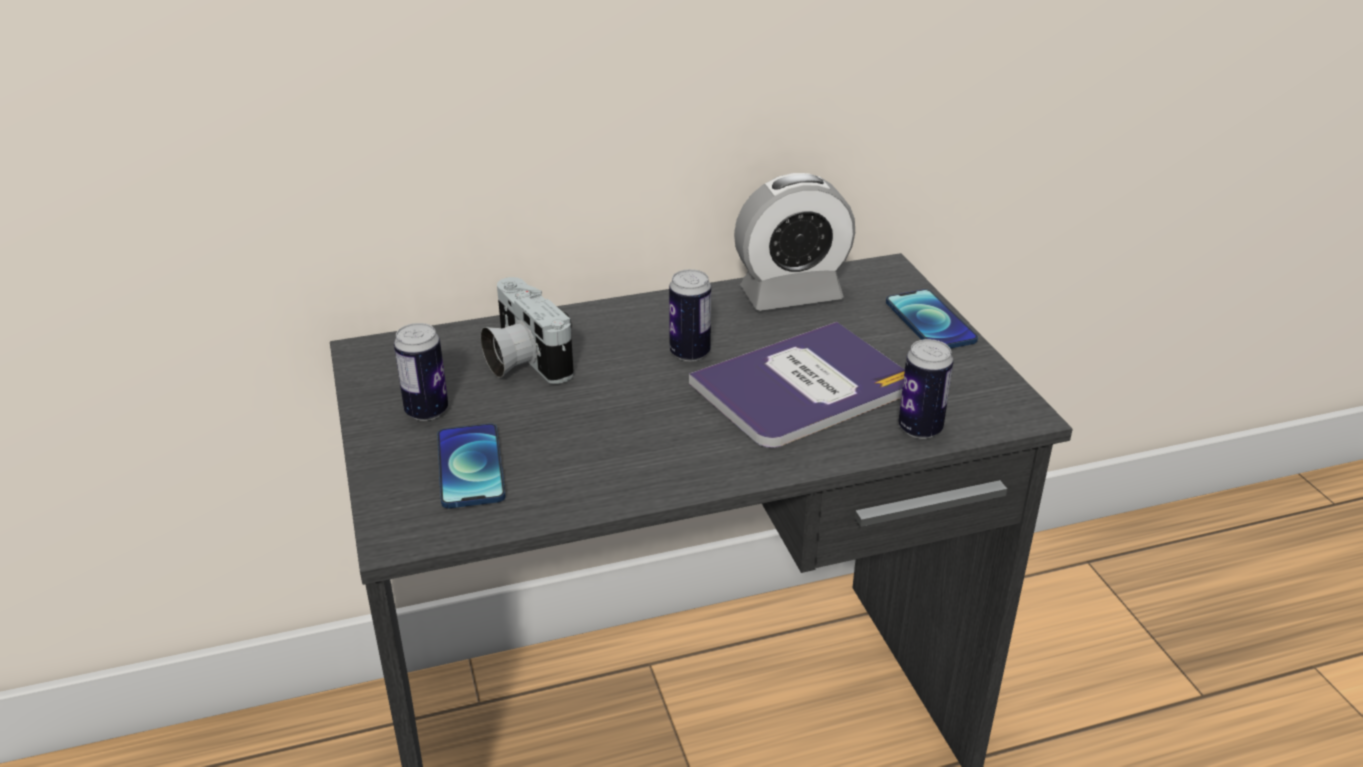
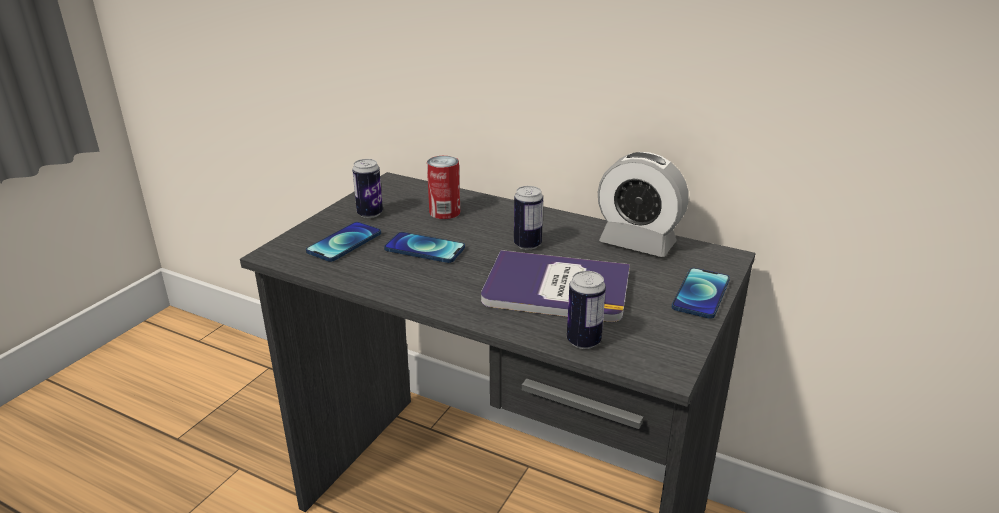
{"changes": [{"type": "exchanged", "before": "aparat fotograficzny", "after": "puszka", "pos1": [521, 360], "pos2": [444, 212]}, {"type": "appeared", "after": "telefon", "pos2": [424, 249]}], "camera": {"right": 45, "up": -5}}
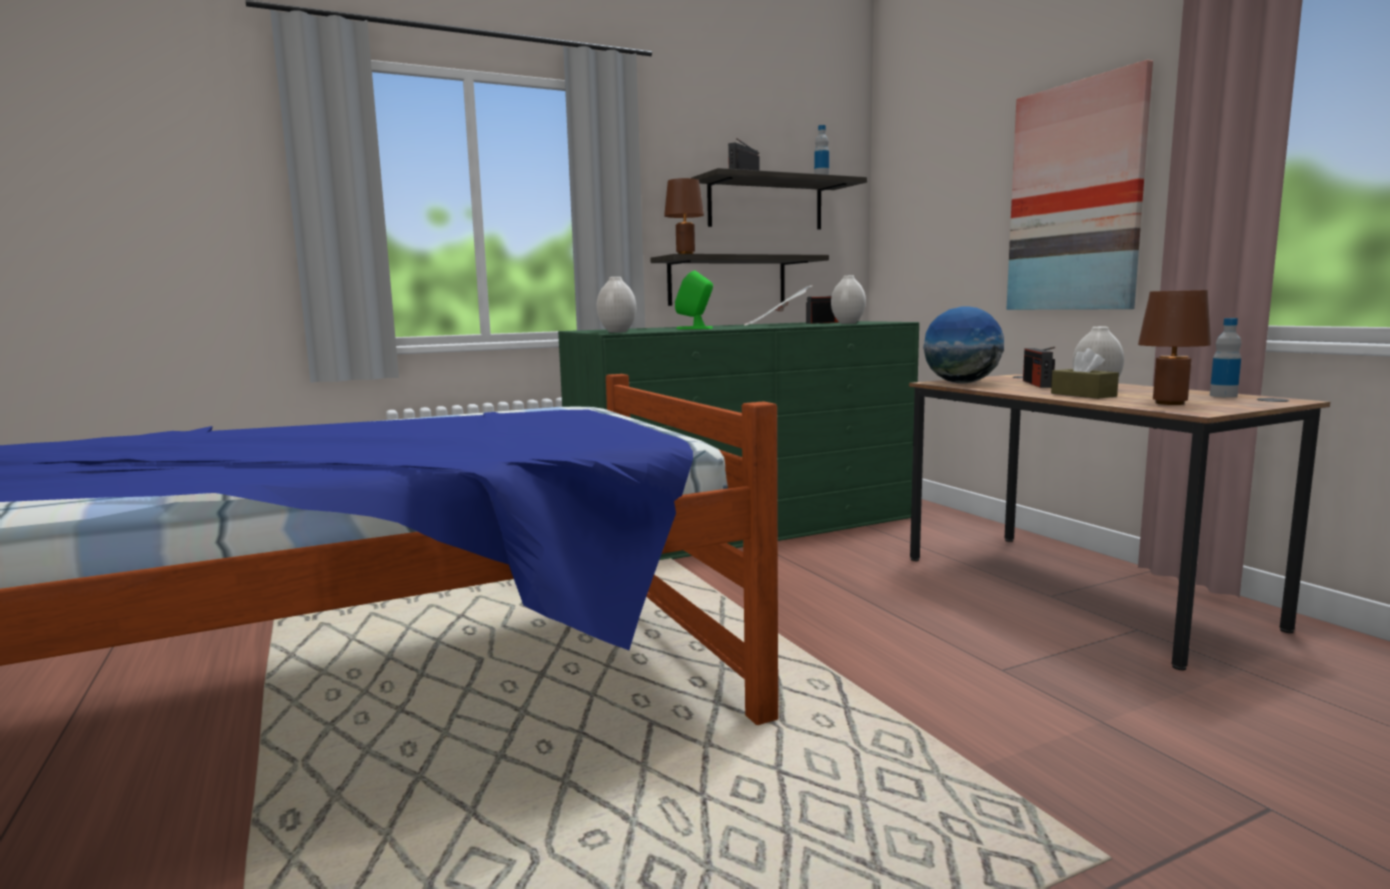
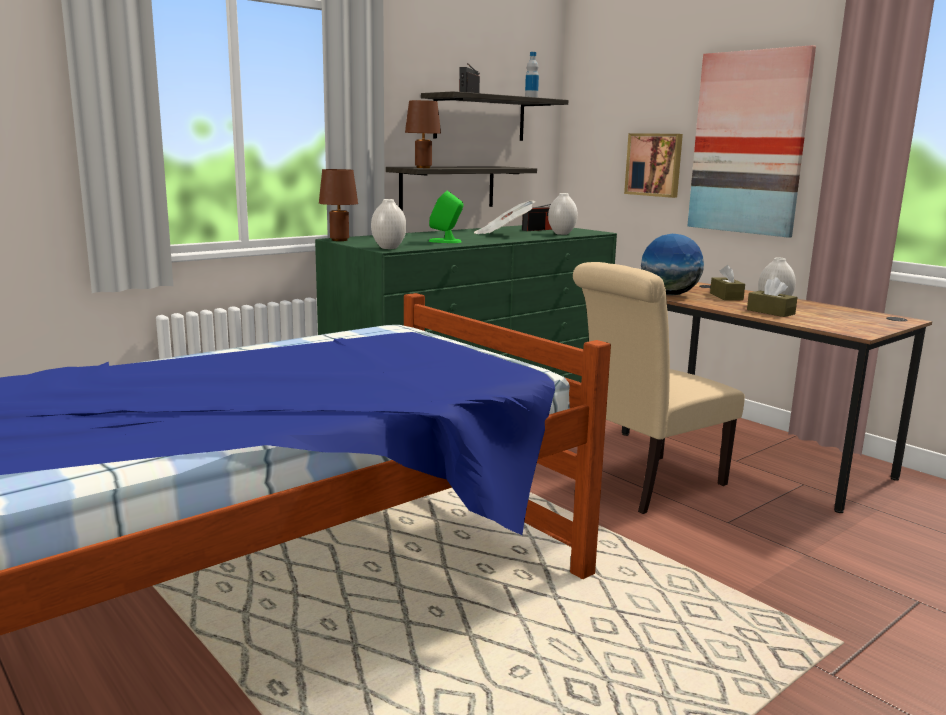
{"changes": [{"type": "relocated", "before": "lampa stołowa/brązowy", "pos1": [1169, 403], "pos2": [339, 240]}, {"type": "missing", "before": "butelka", "pos1": [1223, 396]}, {"type": "exchanged", "before": "radio", "after": "pudełko chusteczek/brązowy", "pos1": [1037, 384], "pos2": [726, 296]}, {"type": "appeared", "after": "obraz", "pos2": [654, 164]}, {"type": "appeared", "after": "krzesło/beżowy", "pos2": [645, 485]}], "camera": {"right": -15, "up": 5}}
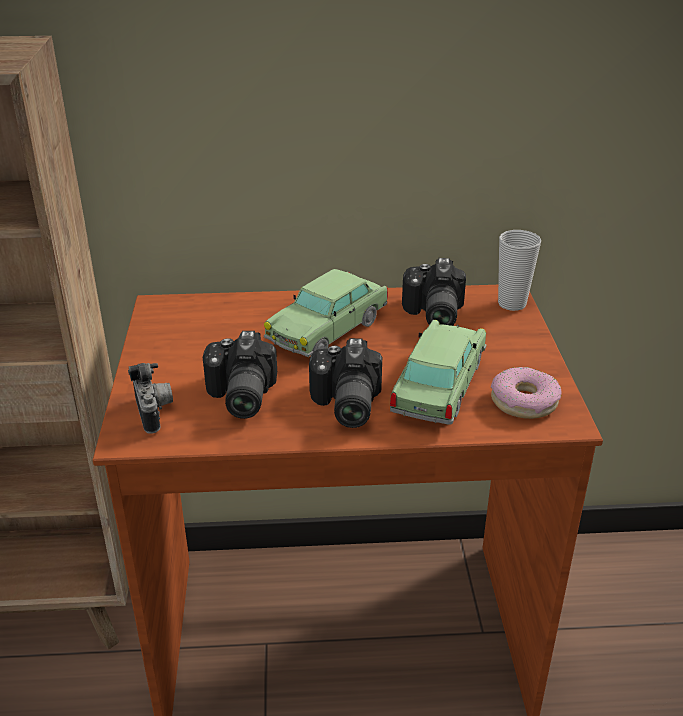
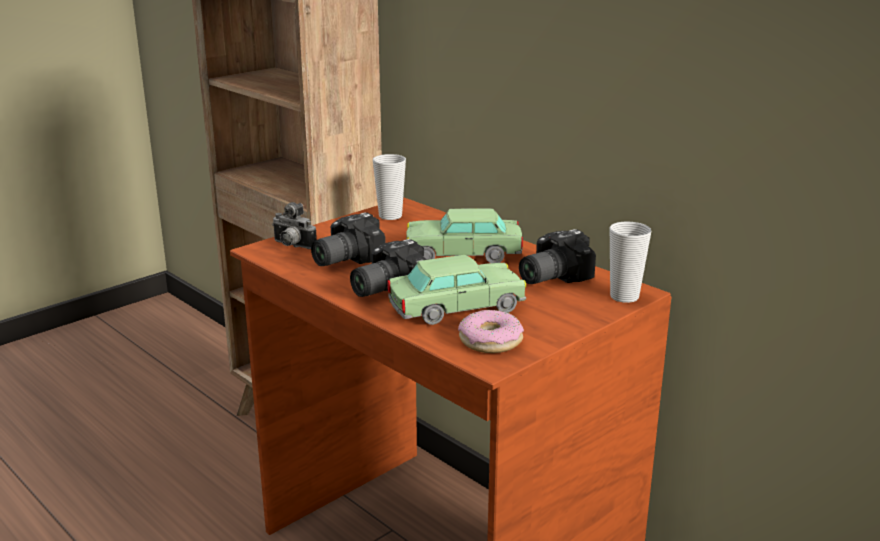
{"changes": [{"type": "spun", "before": "aparat fotograficzny", "pos1": [155, 413], "pos2": [292, 246], "turn": 90}, {"type": "appeared", "after": "filiżanka", "pos2": [390, 216]}], "camera": {"right": 50, "up": -10}}
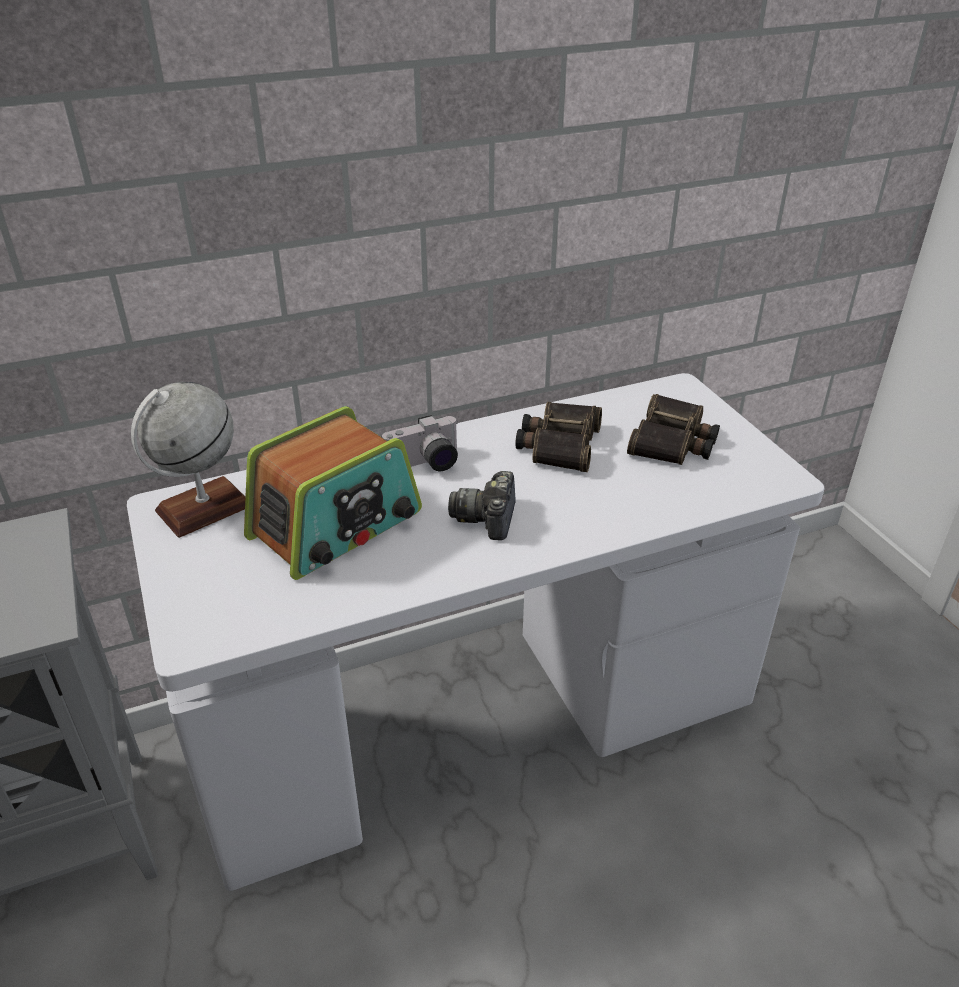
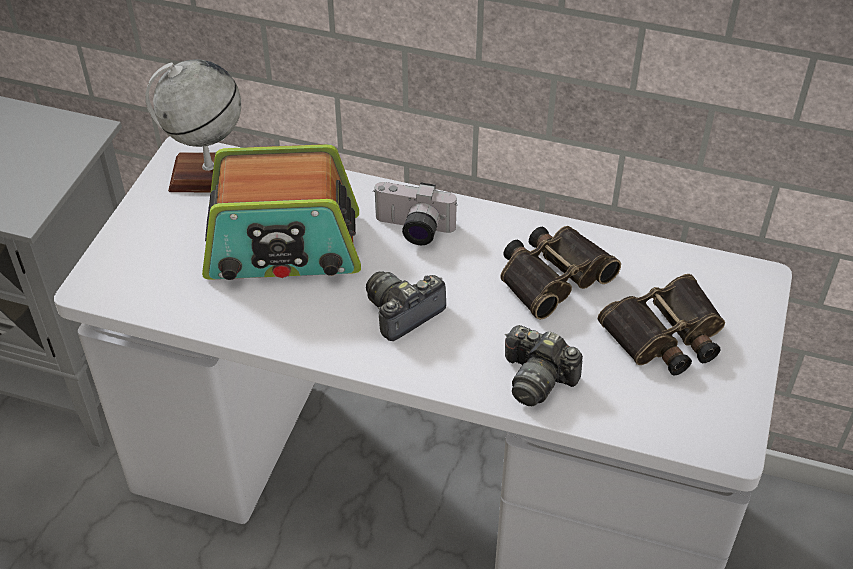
{"changes": [{"type": "appeared", "after": "aparat fotograficzny", "pos2": [537, 378]}], "camera": {"right": 40, "up": 10}}
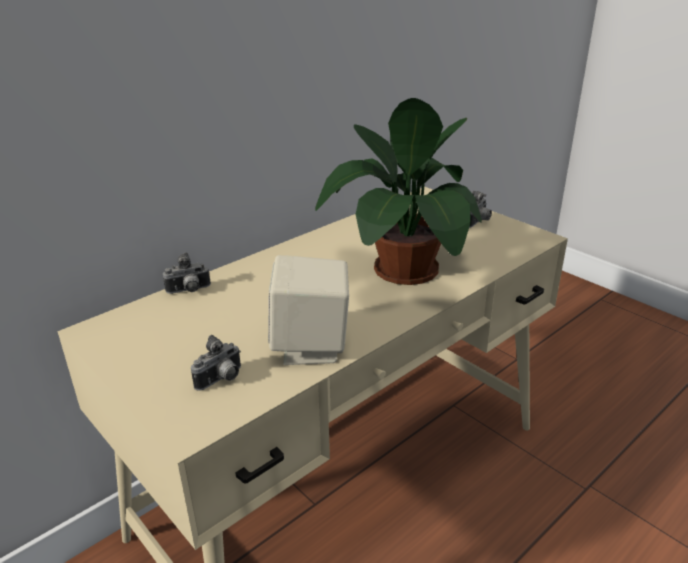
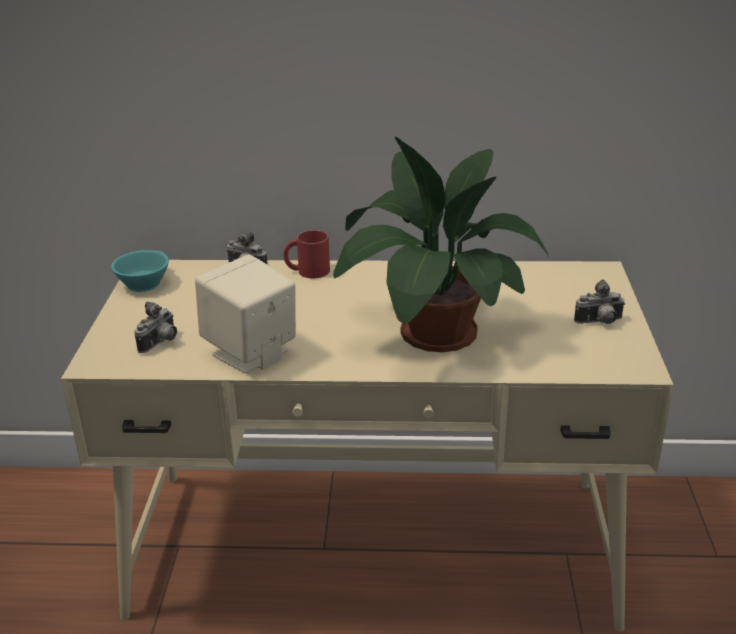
{"changes": [{"type": "spun", "before": "aparat fotograficzny", "pos1": [221, 380], "pos2": [160, 343], "turn": -60}, {"type": "appeared", "after": "kubek/czerwony", "pos2": [307, 271]}, {"type": "appeared", "after": "filiżanka/turkusowy", "pos2": [143, 283]}], "camera": {"right": 45, "up": 0}}
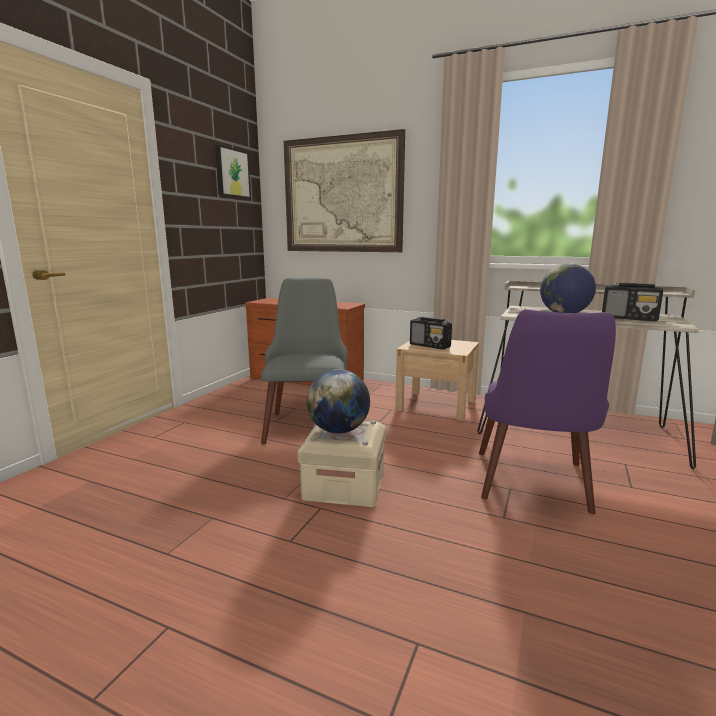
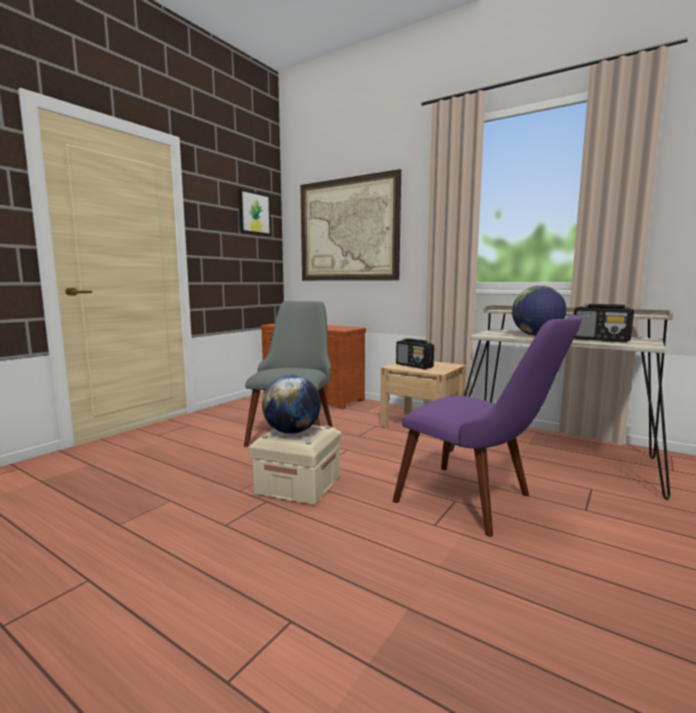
{"changes": [{"type": "spun", "before": "krzesło/fioletowy", "pos1": [534, 488], "pos2": [479, 502], "turn": -75}], "camera": {"right": 10, "up": -5}}
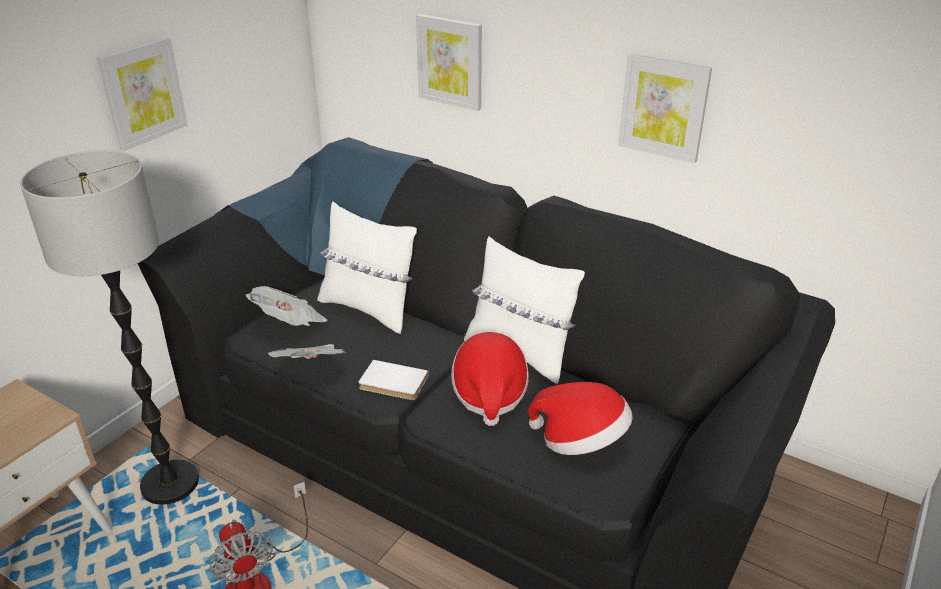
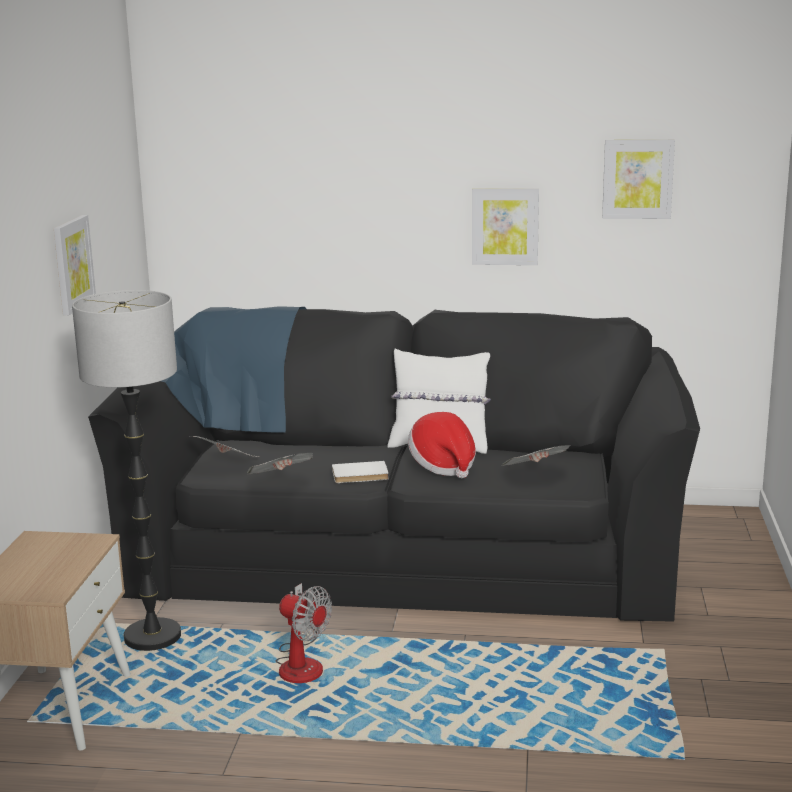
{"changes": [{"type": "relocated", "before": "obraz", "pos1": [450, 61], "pos2": [637, 179]}, {"type": "missing", "before": "poduszka/biały", "pos1": [369, 309]}, {"type": "exchanged", "before": "kapelusz", "after": "gazeta", "pos1": [580, 441], "pos2": [534, 473]}], "camera": {"right": -25, "up": -15}}
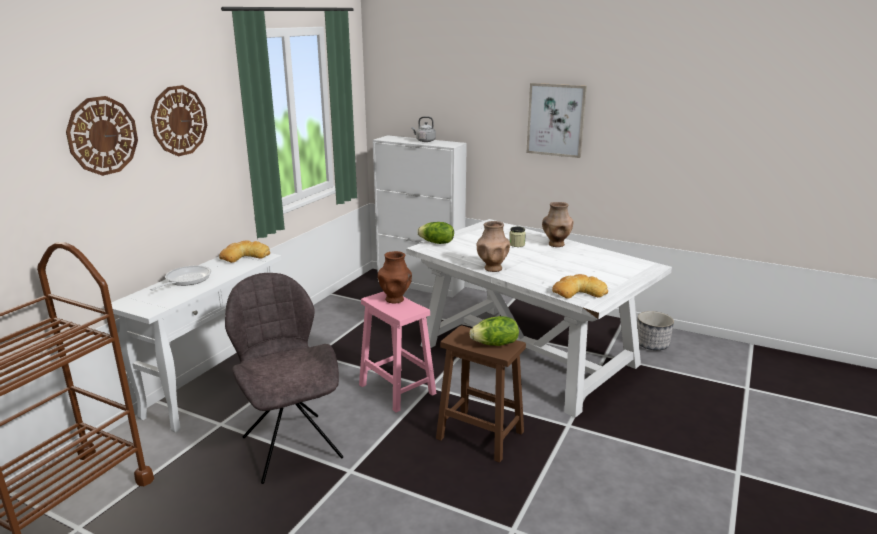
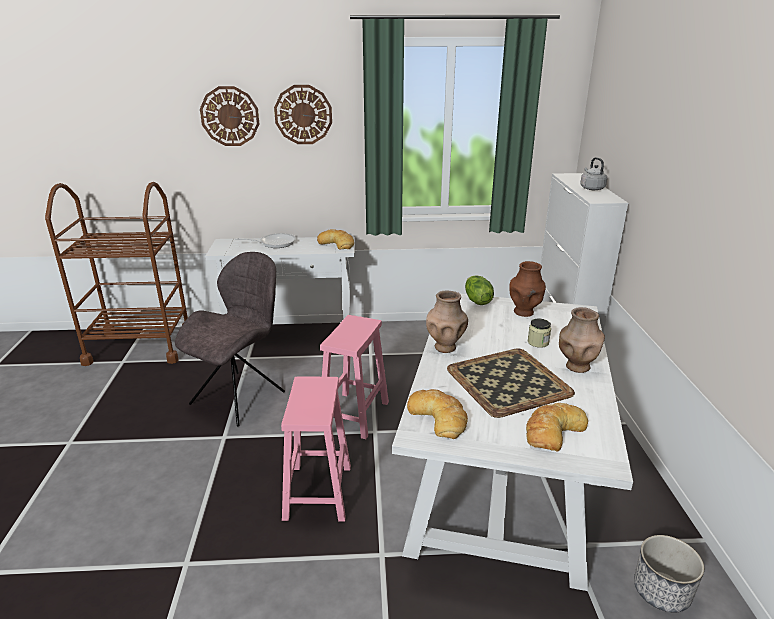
{"changes": [{"type": "missing", "before": "obraz", "pos1": [556, 120]}, {"type": "relocated", "before": "wazon/brązowy", "pos1": [395, 299], "pos2": [524, 312]}, {"type": "missing", "before": "sałata", "pos1": [495, 344]}, {"type": "colour", "before": "stołek/brązowy", "after": "stołek/różowy", "pos1": [478, 435], "pos2": [318, 491]}, {"type": "appeared", "after": "taca", "pos2": [507, 381]}, {"type": "appeared", "after": "chleb", "pos2": [552, 431]}], "camera": {"right": 60, "up": 5}}
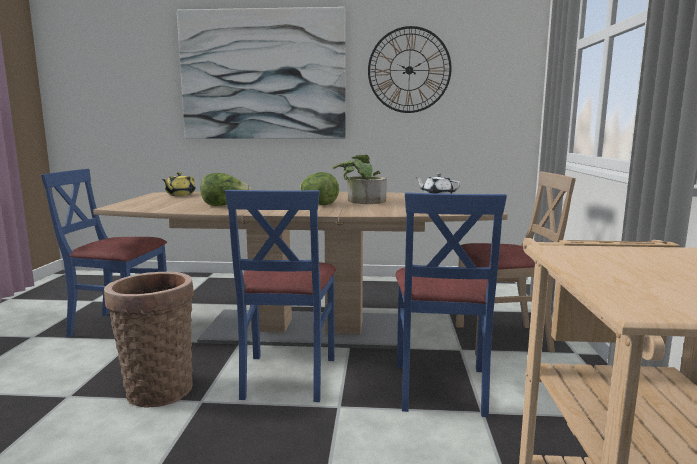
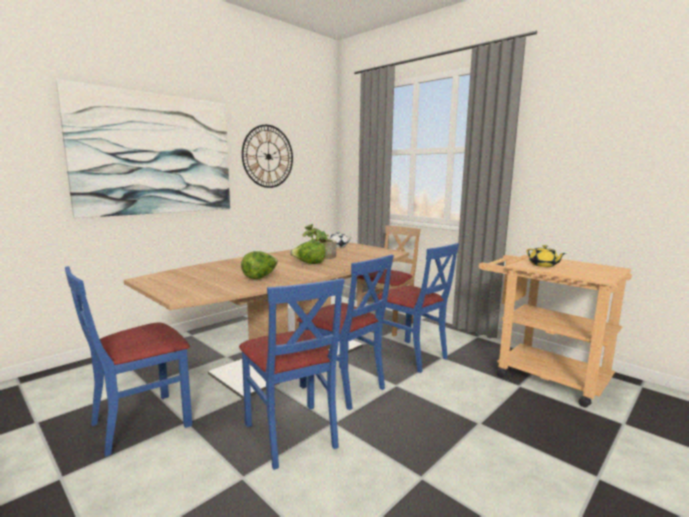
{"changes": [{"type": "relocated", "before": "imbryk/żółty", "pos1": [180, 195], "pos2": [543, 265]}, {"type": "exchanged", "before": "koszyk", "after": "krzesło/niebieski", "pos1": [158, 388], "pos2": [292, 434]}], "camera": {"right": -50, "up": 0}}
